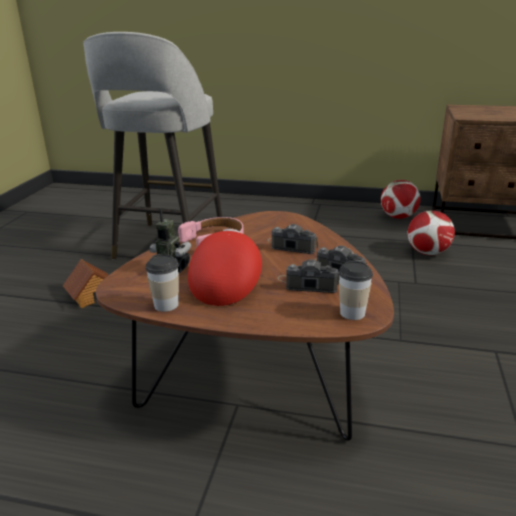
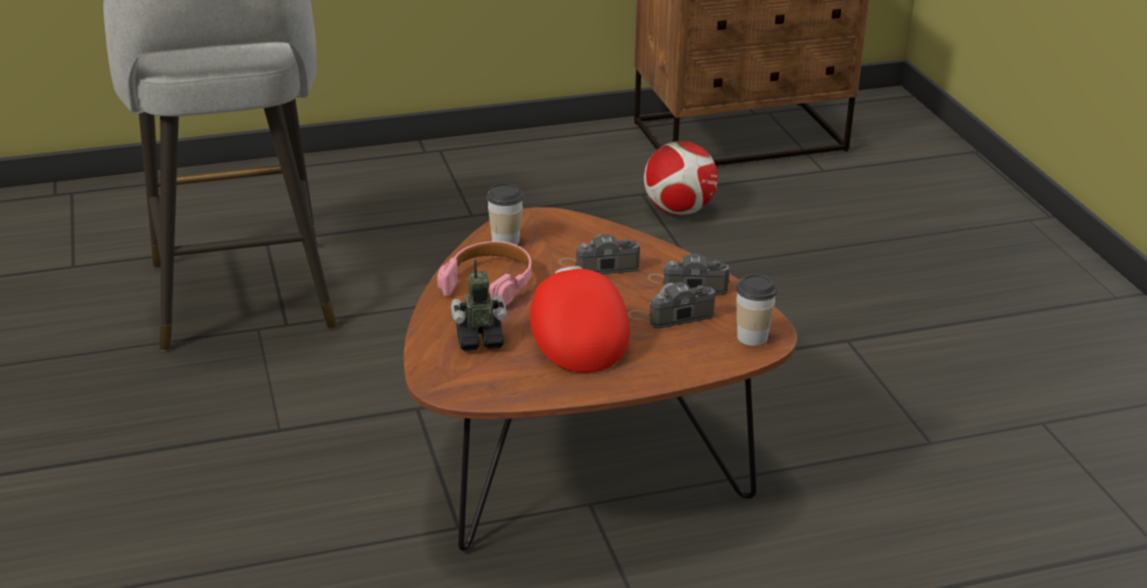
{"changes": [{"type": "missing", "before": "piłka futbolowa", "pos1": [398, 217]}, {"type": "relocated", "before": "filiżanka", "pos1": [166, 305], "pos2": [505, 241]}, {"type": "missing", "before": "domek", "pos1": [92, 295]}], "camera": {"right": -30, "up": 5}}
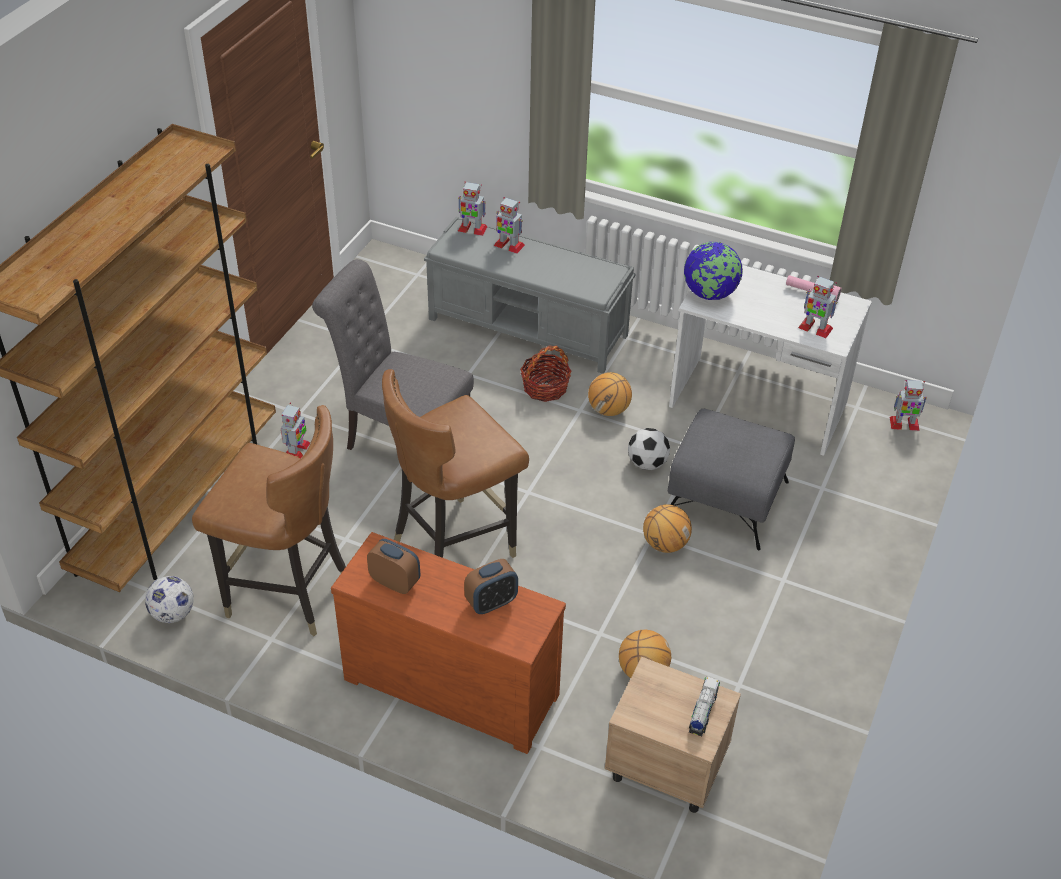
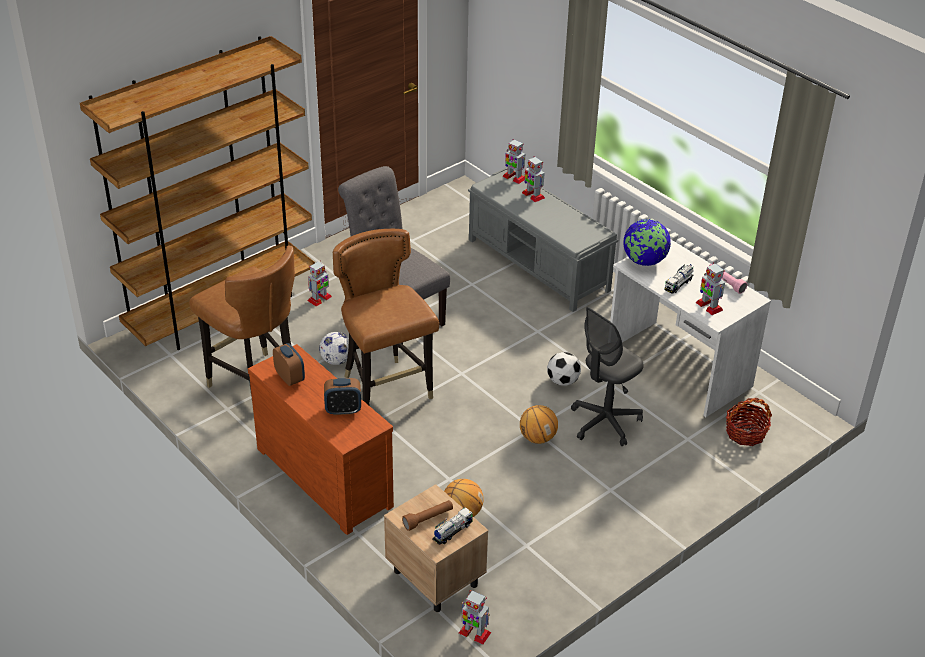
{"changes": [{"type": "relocated", "before": "koszyk", "pos1": [545, 388], "pos2": [745, 433]}, {"type": "spun", "before": "krzesło/brązowy", "pos1": [454, 544], "pos2": [386, 390], "turn": 75}, {"type": "missing", "before": "piłka do koszykówki", "pos1": [609, 410]}, {"type": "relocated", "before": "robot zabawkowy", "pos1": [904, 424], "pos2": [474, 632]}, {"type": "exchanged", "before": "pufa/szary", "after": "krzesło biurowe/szary", "pos1": [725, 499], "pos2": [605, 422]}, {"type": "relocated", "before": "piłka futbolowa", "pos1": [172, 614], "pos2": [336, 360]}, {"type": "appeared", "after": "ciężarówka zabawkowa", "pos2": [678, 284]}, {"type": "appeared", "after": "latarka/brązowy", "pos2": [428, 519]}], "camera": {"right": 25, "up": -5}}
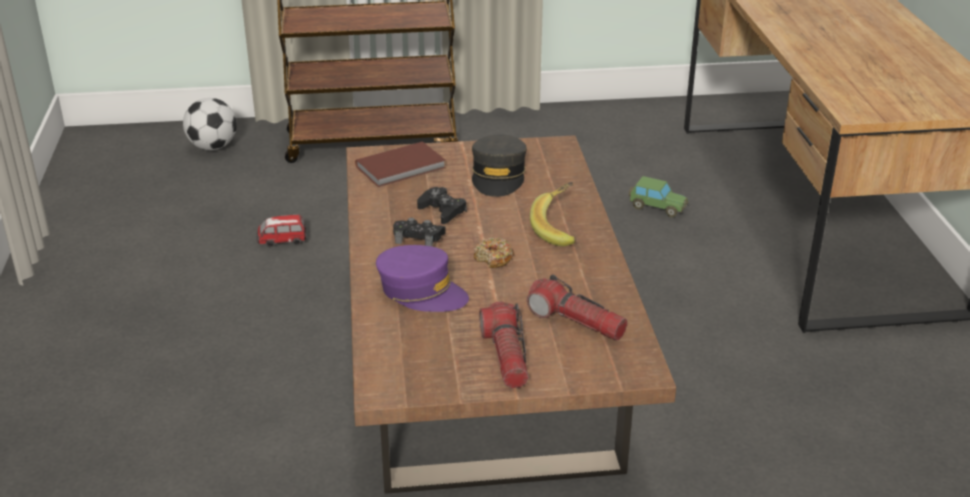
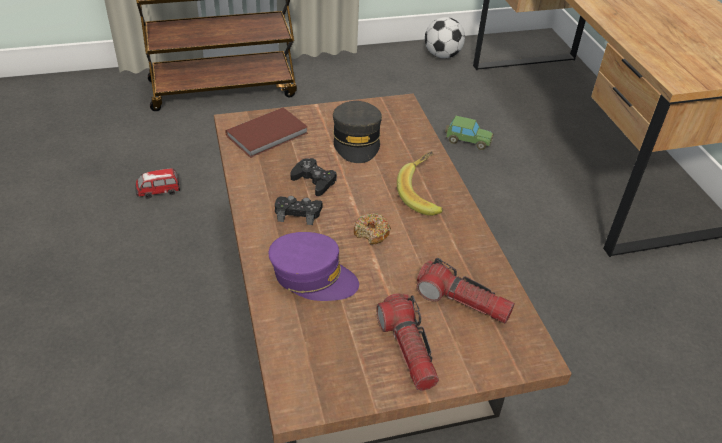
{"changes": [{"type": "relocated", "before": "piłka futbolowa", "pos1": [213, 147], "pos2": [442, 55]}], "camera": {"right": -10, "up": 10}}
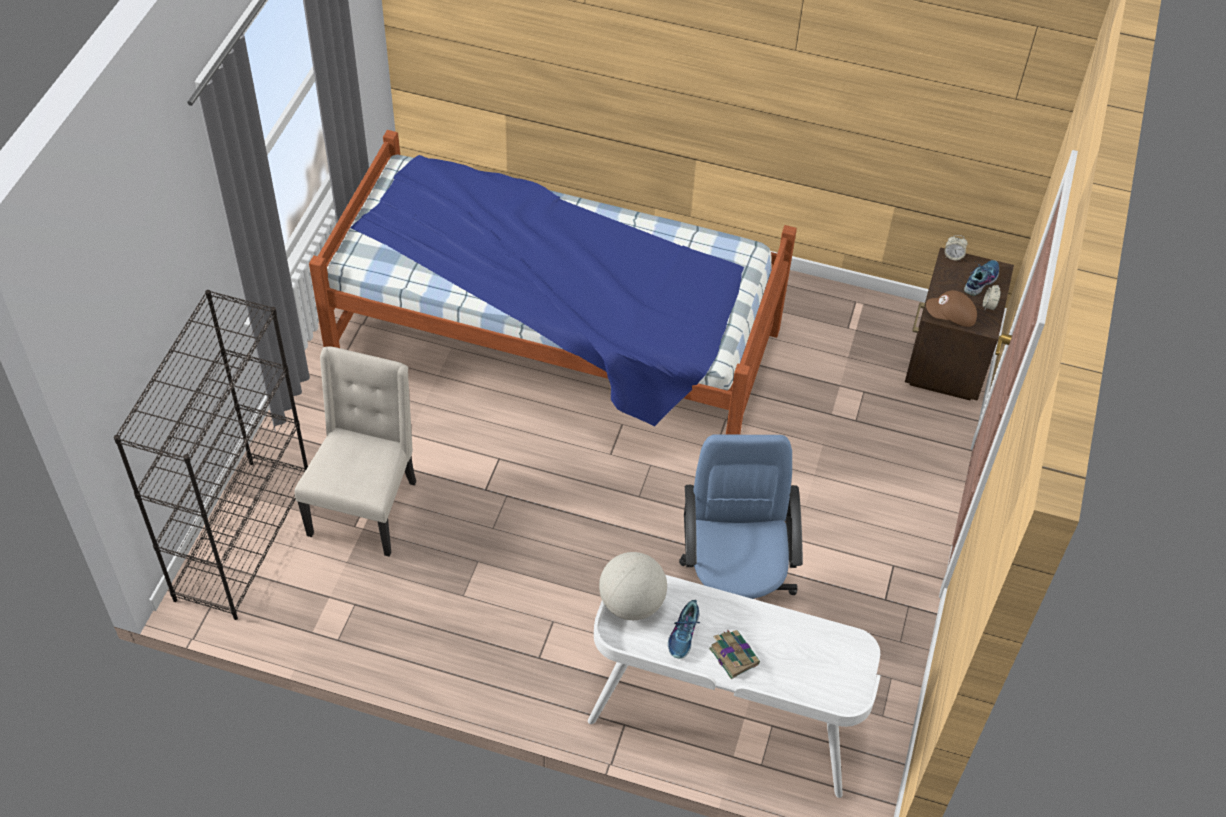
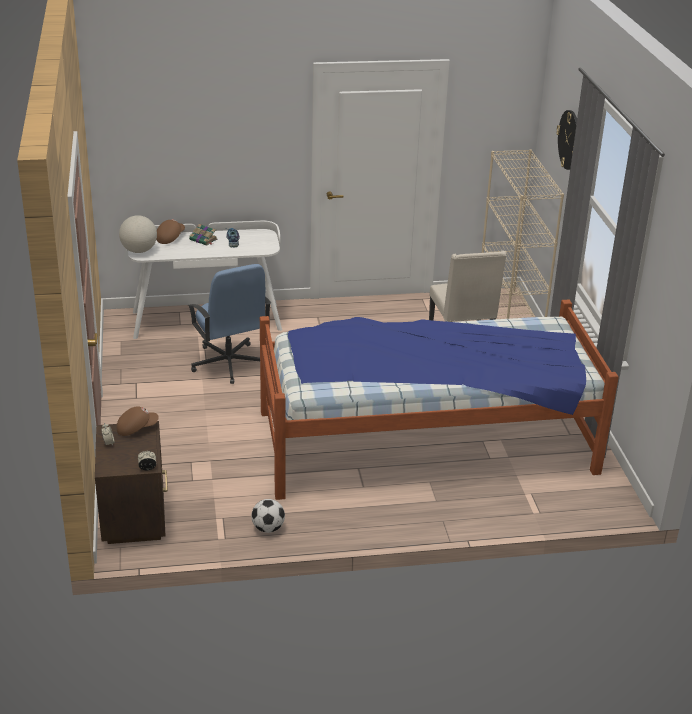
{"changes": [{"type": "missing", "before": "but", "pos1": [980, 280]}, {"type": "colour", "before": "regał/czarny", "after": "regał/beżowy", "pos1": [243, 537], "pos2": [510, 317]}, {"type": "relocated", "before": "globus", "pos1": [632, 603], "pos2": [139, 251]}, {"type": "appeared", "after": "zegar ścienny", "pos2": [570, 140]}, {"type": "appeared", "after": "czapka z daszkiem/brązowy", "pos2": [170, 237]}, {"type": "appeared", "after": "piłka futbolowa", "pos2": [268, 528]}], "camera": {"right": 155, "up": -20}}
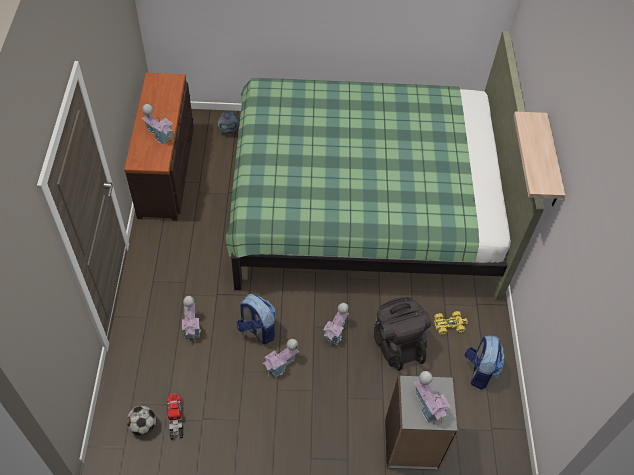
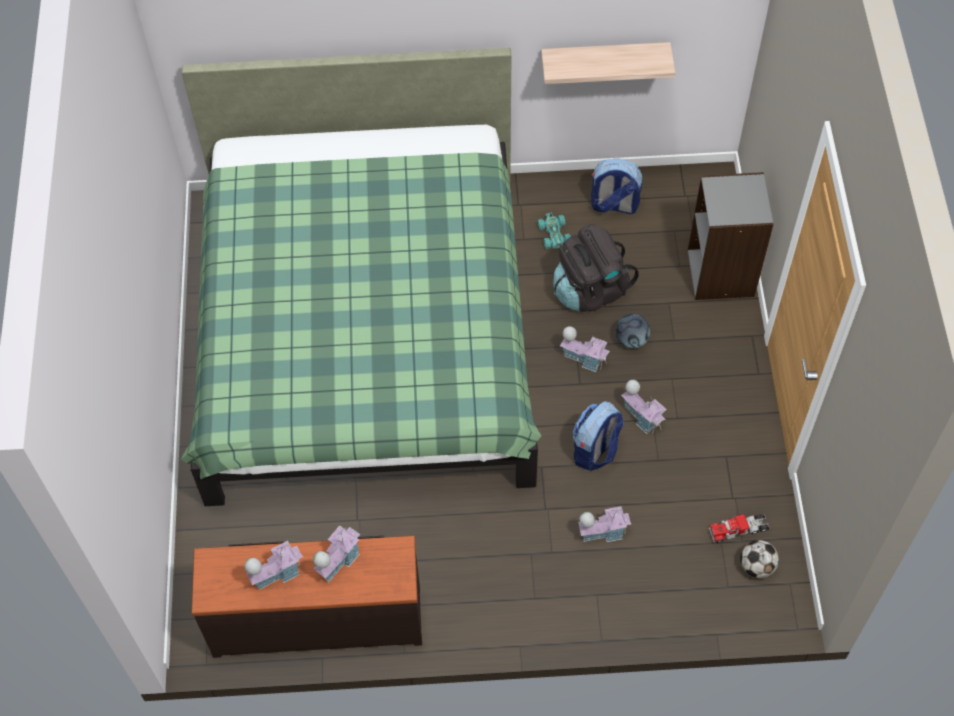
{"changes": [{"type": "relocated", "before": "piłka futbolowa", "pos1": [229, 129], "pos2": [631, 340]}, {"type": "relocated", "before": "półka", "pos1": [551, 163], "pos2": [604, 58]}, {"type": "colour", "before": "samochodzik/żółty", "after": "samochodzik/turkusowy", "pos1": [449, 324], "pos2": [553, 234]}, {"type": "relocated", "before": "domek", "pos1": [428, 406], "pos2": [277, 573]}], "camera": {"right": -90, "up": 5}}
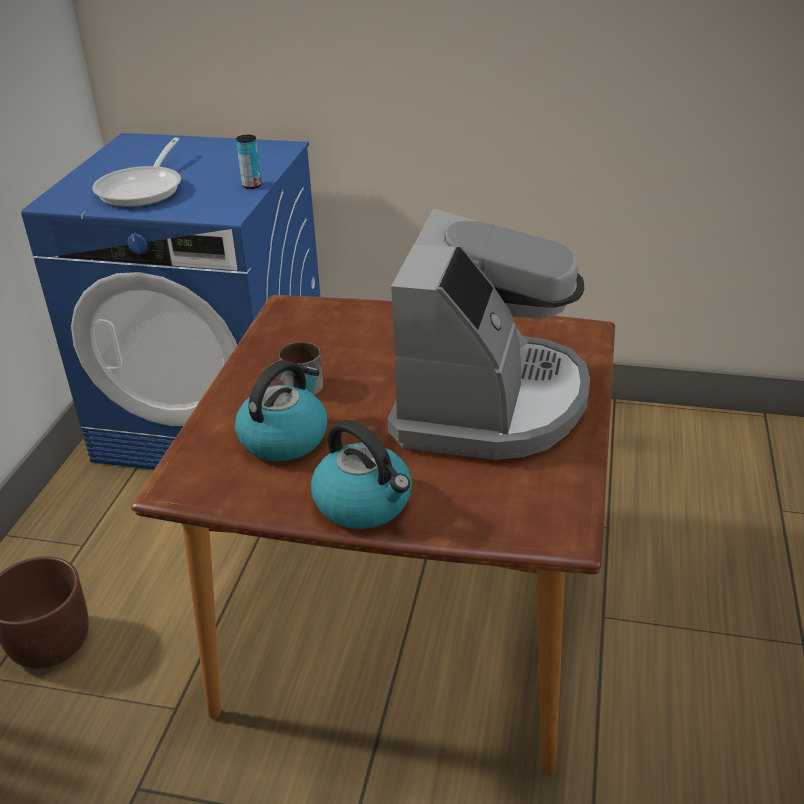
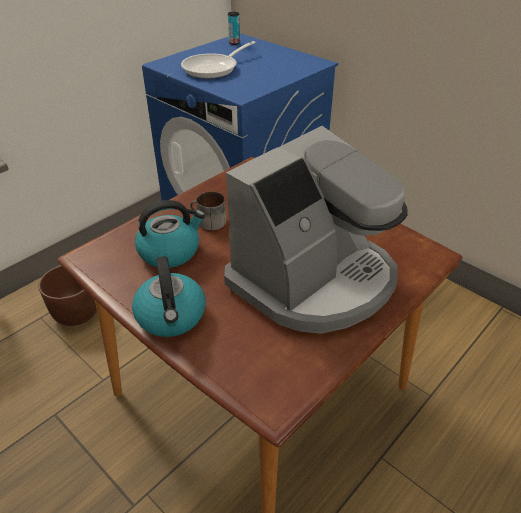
{"changes": [{"type": "relocated", "before": "puszka", "pos1": [251, 185], "pos2": [234, 43]}], "camera": {"right": 30, "up": 5}}
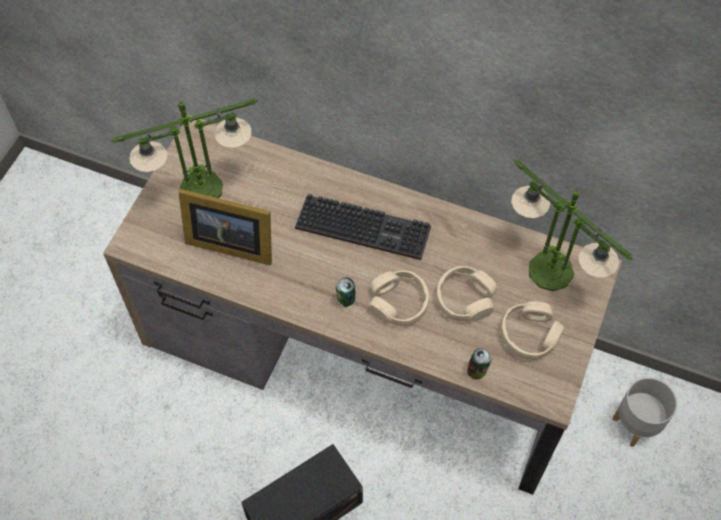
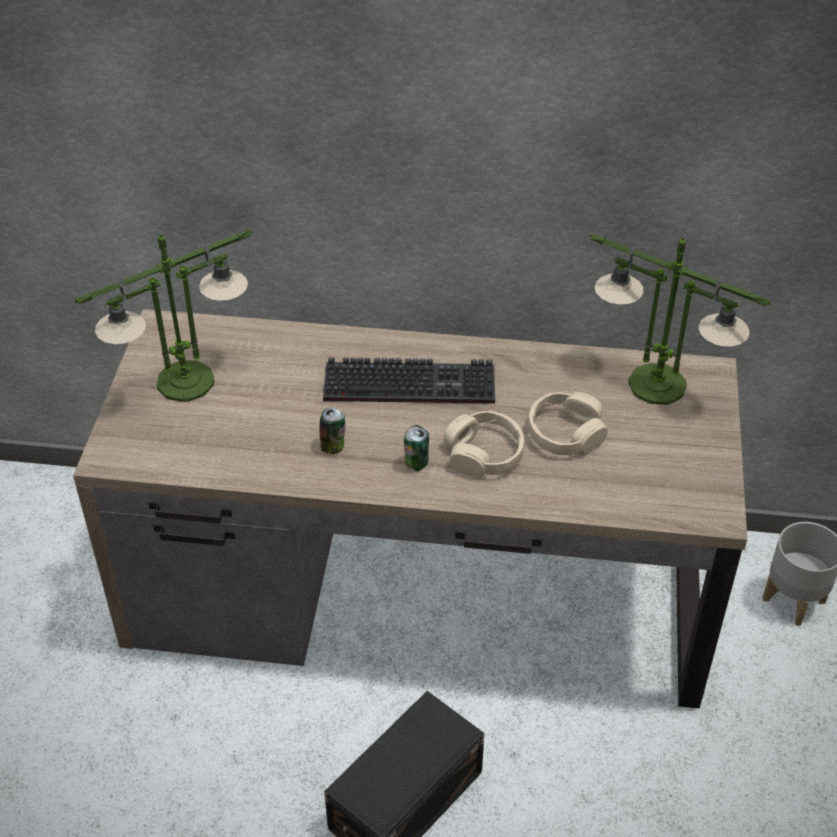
{"changes": [{"type": "missing", "before": "ramka na zdjęcie", "pos1": [229, 242]}, {"type": "missing", "before": "słuchawki/beżowy", "pos1": [530, 335]}, {"type": "relocated", "before": "puszka", "pos1": [477, 371], "pos2": [333, 446]}], "camera": {"right": -15, "up": -15}}
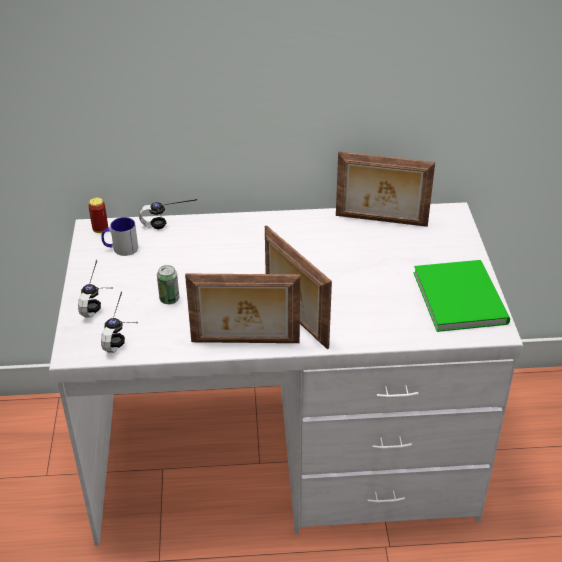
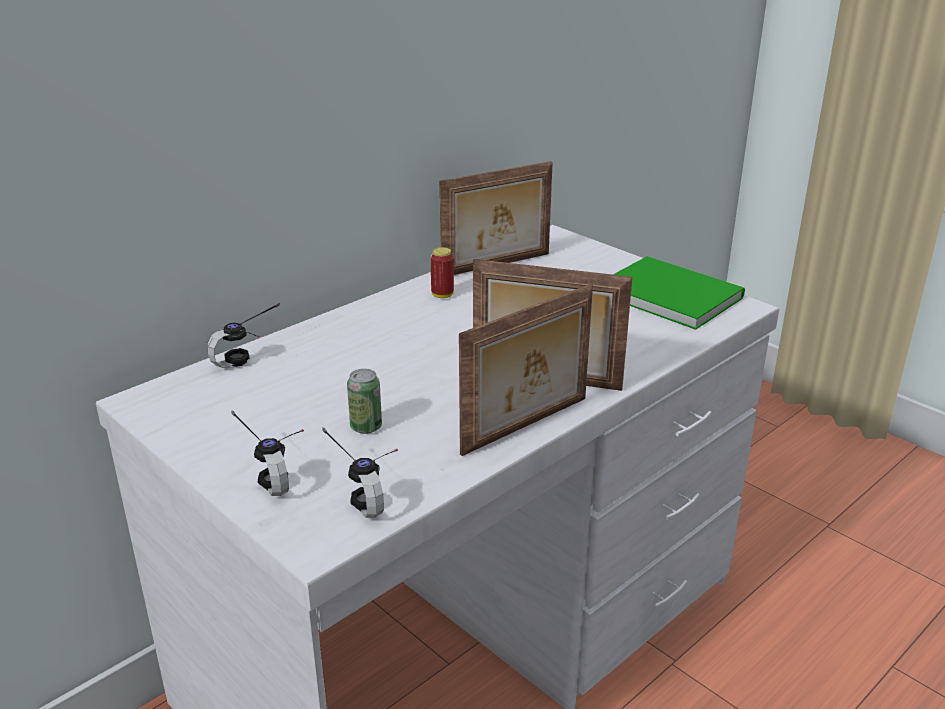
{"changes": [{"type": "relocated", "before": "puszka", "pos1": [100, 230], "pos2": [442, 295]}, {"type": "missing", "before": "kubek", "pos1": [120, 248]}], "camera": {"right": -40, "up": -10}}
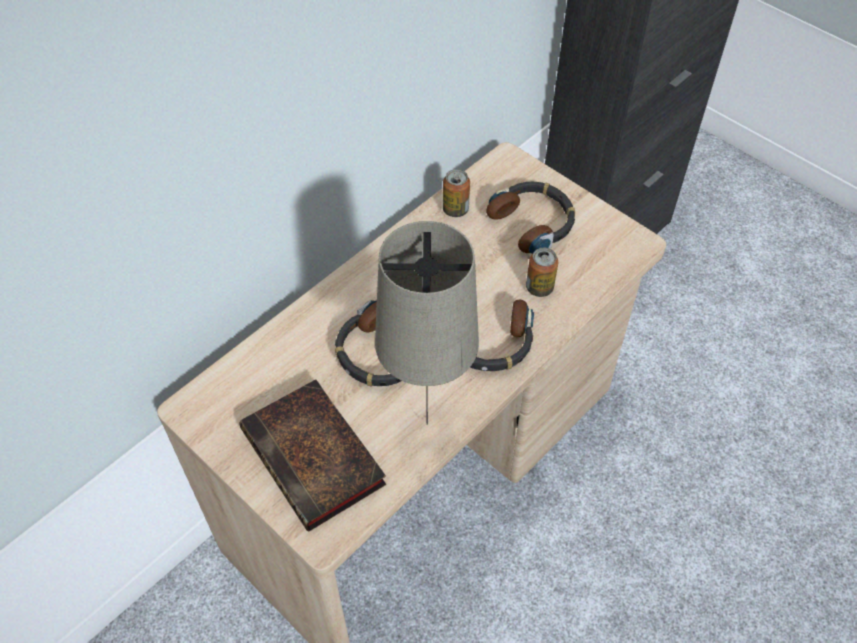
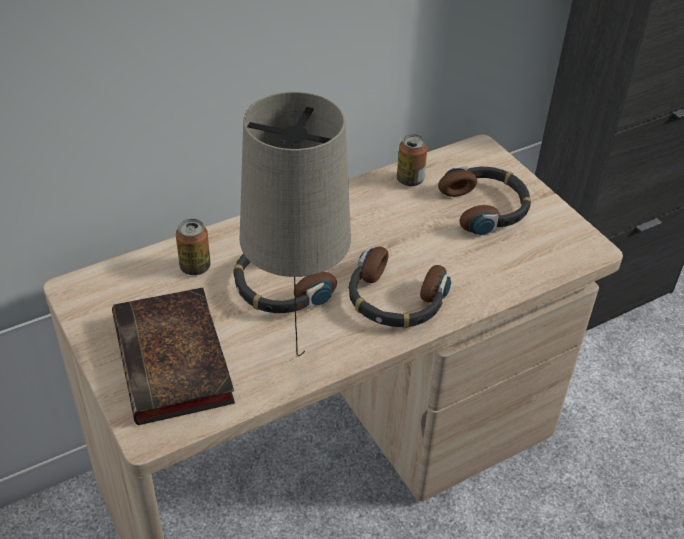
{"changes": [{"type": "relocated", "before": "puszka", "pos1": [539, 288], "pos2": [195, 267]}], "camera": {"right": 15, "up": -10}}
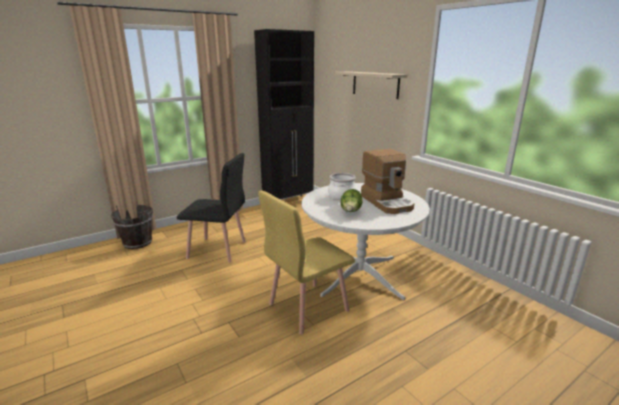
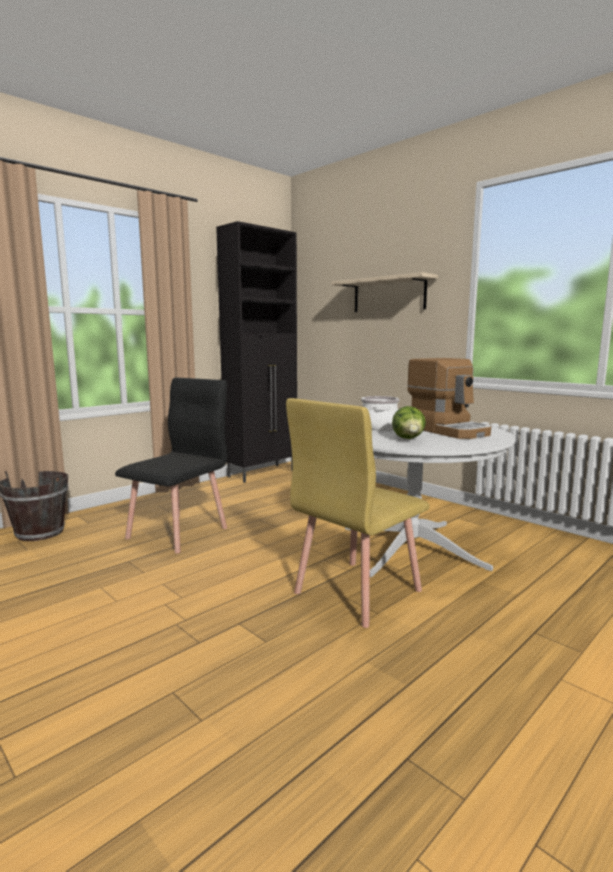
{"changes": [{"type": "spun", "before": "krzesło/czarny", "pos1": [217, 250], "pos2": [178, 532], "turn": -60}], "camera": {"right": -10, "up": -10}}
